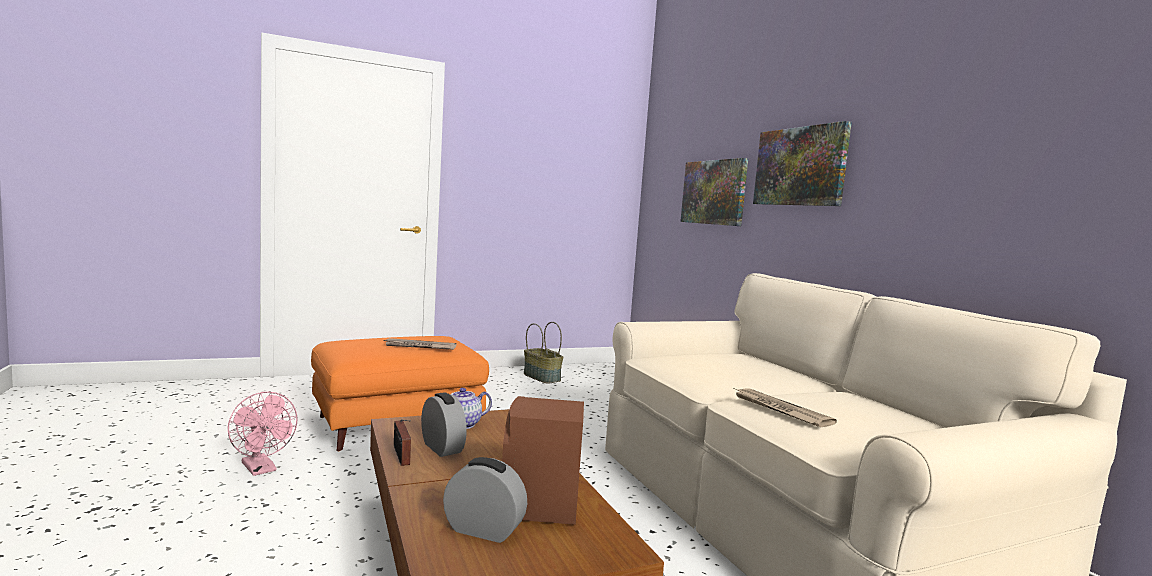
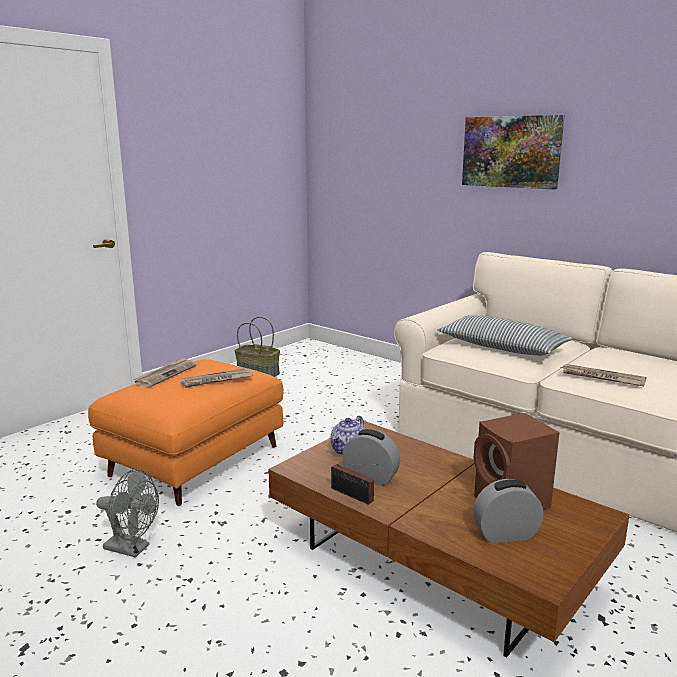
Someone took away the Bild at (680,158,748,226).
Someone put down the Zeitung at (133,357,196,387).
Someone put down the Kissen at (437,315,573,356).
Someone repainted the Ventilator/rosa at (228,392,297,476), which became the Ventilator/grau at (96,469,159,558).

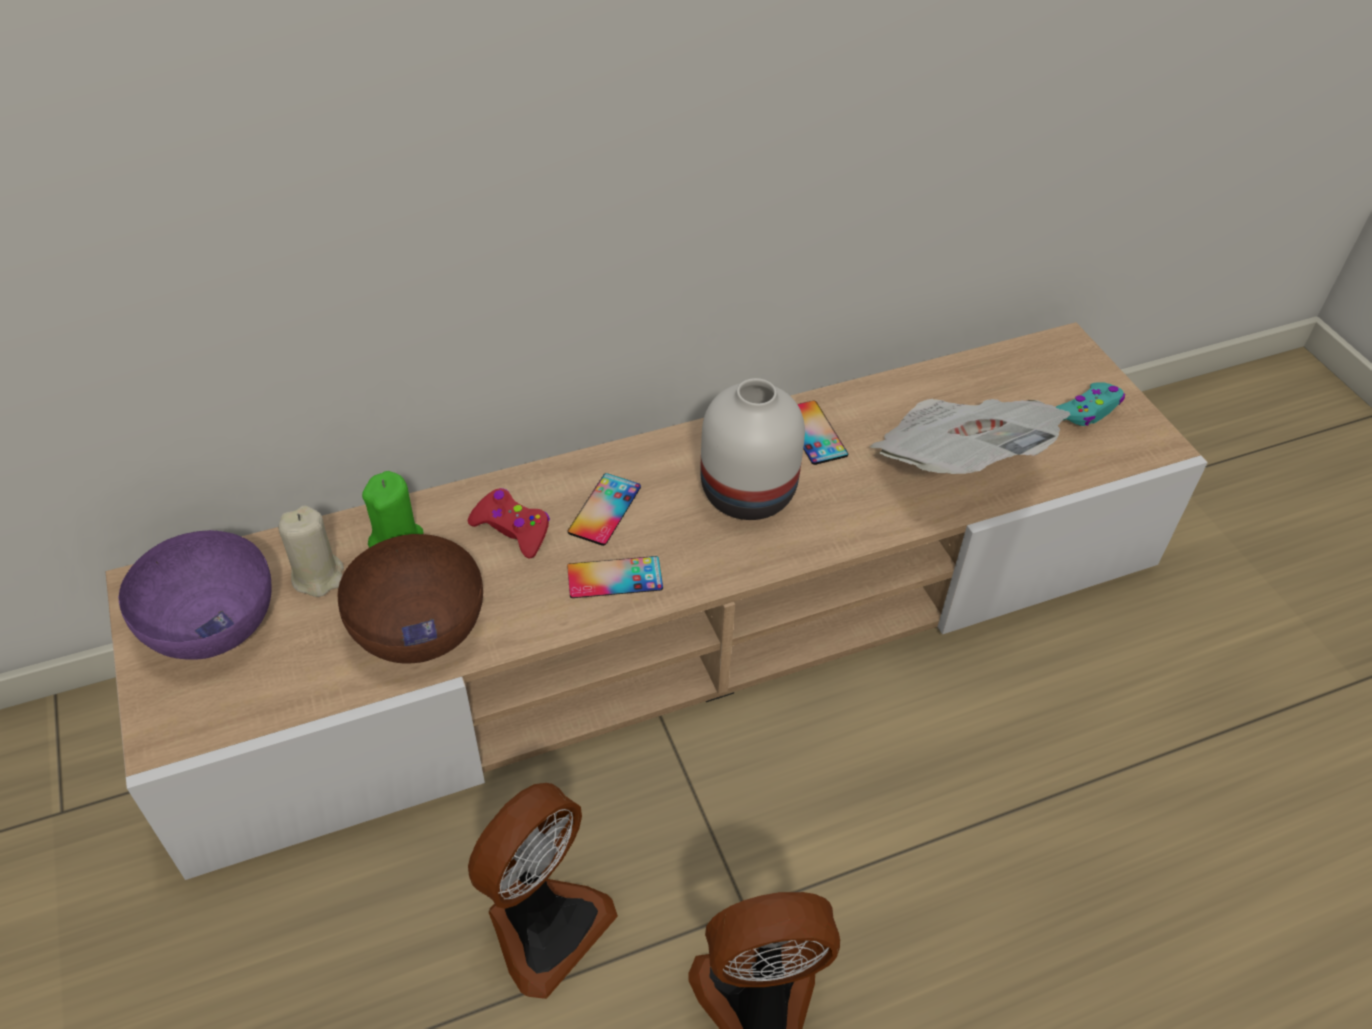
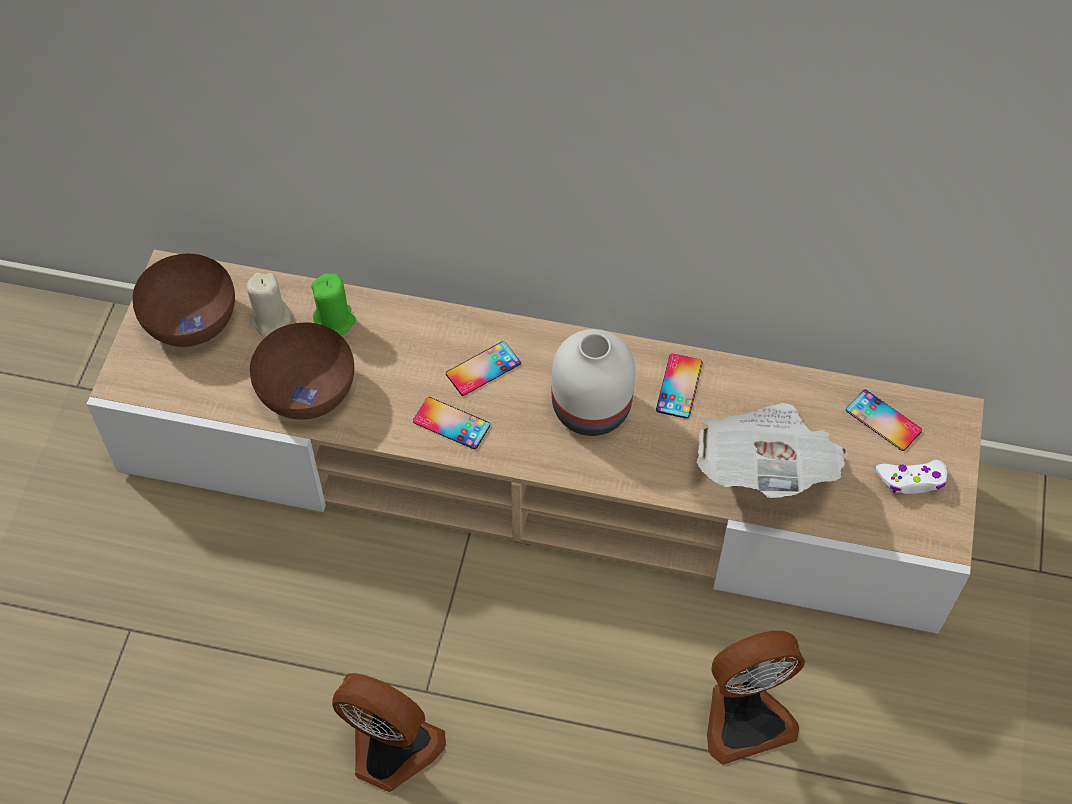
Someone took away the Gamepad/rot at (468,488,550,559).
Someone put down the Handy at (846,389,922,451).
Someone carried the Ventilator from (468,783,618,999) to (707,630,805,765).
Someone repainted the Schüssel/lila at (118,530,272,660), which became the Schüssel/braun at (132,254,235,347).
Someone repainted the Gamepad/türkis at (1056,382,1125,426), which became the Gamepad/weiß at (876,460,947,494).

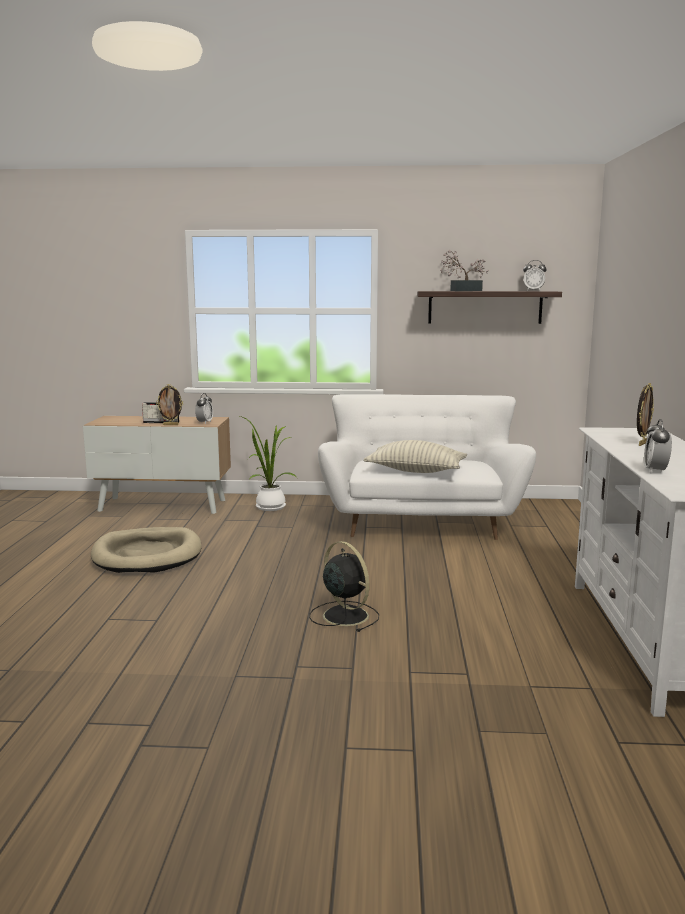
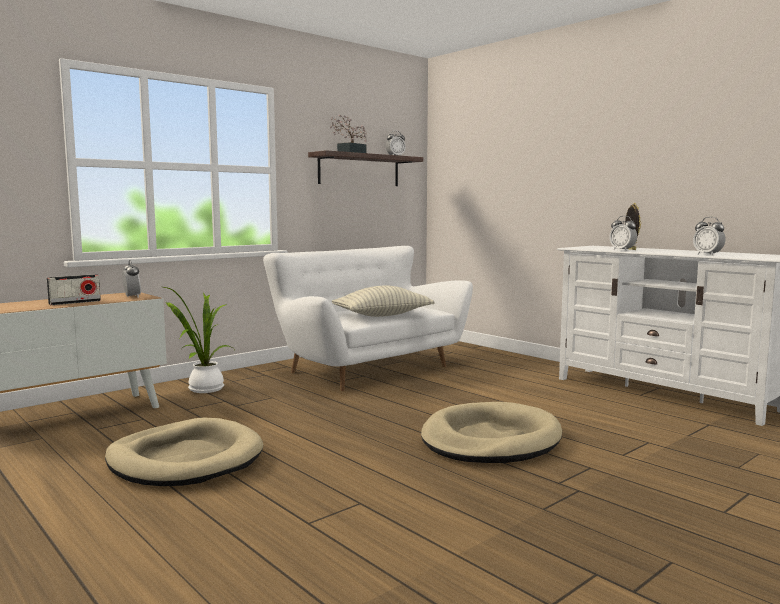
Someone took away the Bilderrahmen at (156,384,183,425).
Someone put down the Wecker at (610,216,637,251).
Someone swapped the Ventilator/schwarz at (309,541,379,632) for the Hundebett/beige at (421,402,562,463).

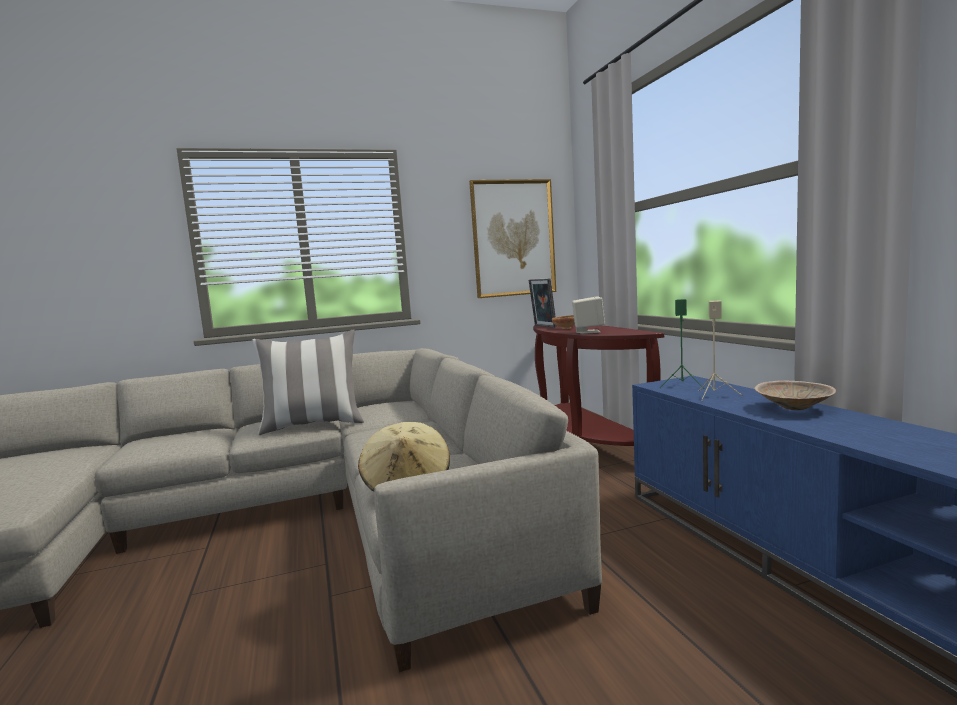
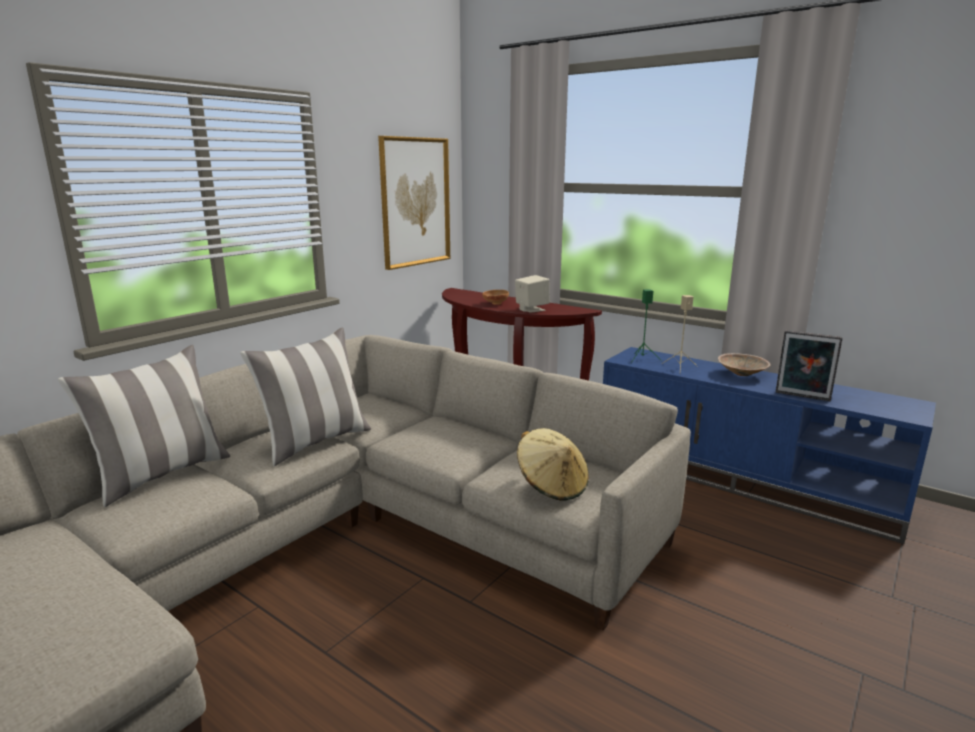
Someone put down the Kissen at (58,345,230,507).
Someone carried the Bilderrahmen from (529,278,557,327) to (775,330,843,401).

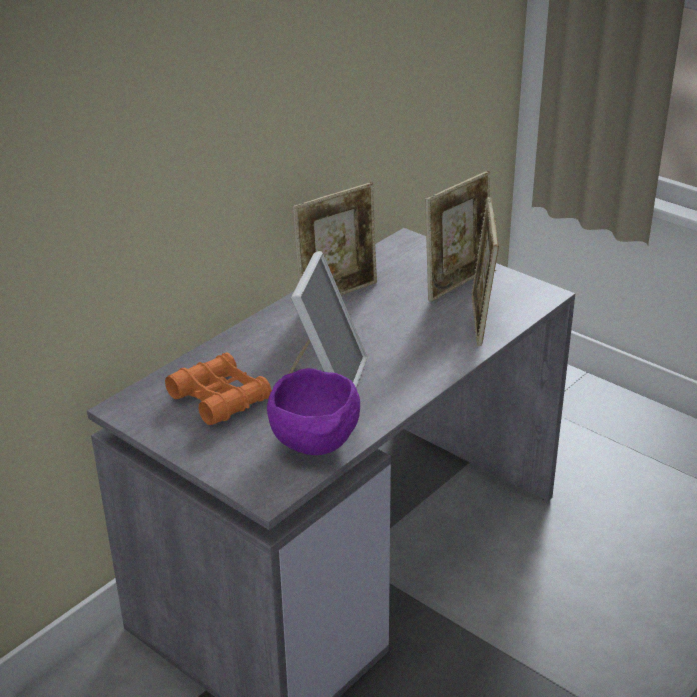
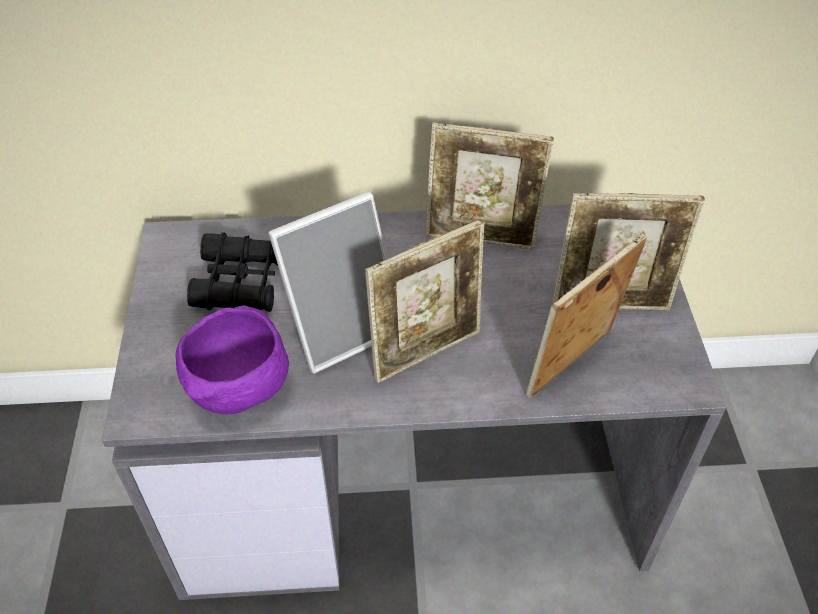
Someone put down the Bilderrahmen at (365,219,485,383).
Someone repainted the Fernglas/orange at (165,352,272,425), which became the Fernglas/schwarz at (187,232,278,312).

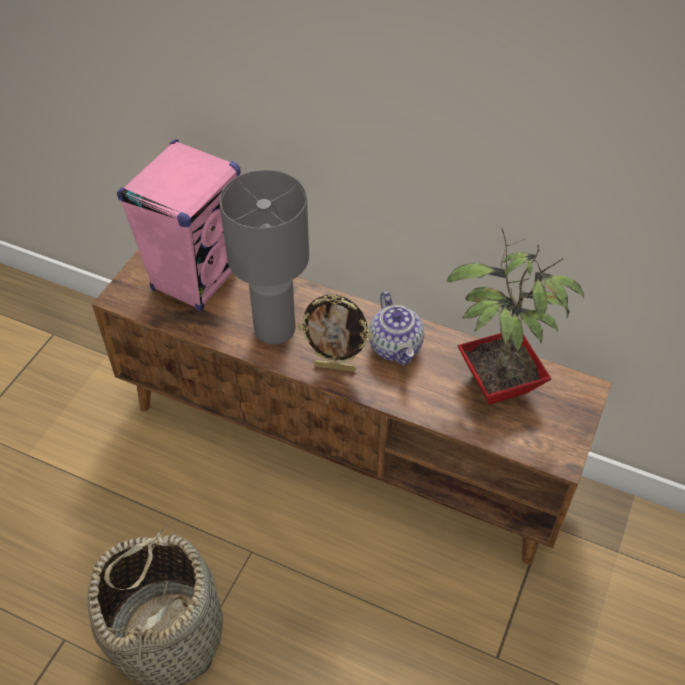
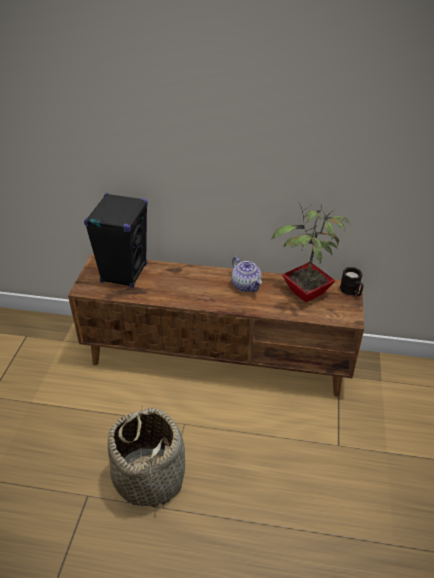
Someone took away the Tischlampe/grau at (219,170,309,345).
Someone took away the Bilderrahmen at (297,294,372,372).
Someone put down the Henkelbecher/schwarz at (340,267,363,296).
Someone repainted the Lautsprecher/rosa at (117,139,241,311), which became the Lautsprecher/schwarz at (84,193,148,288).

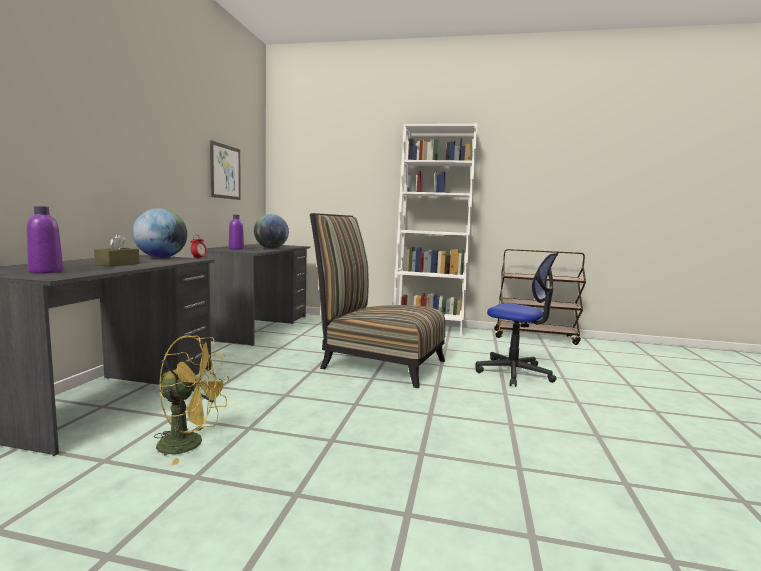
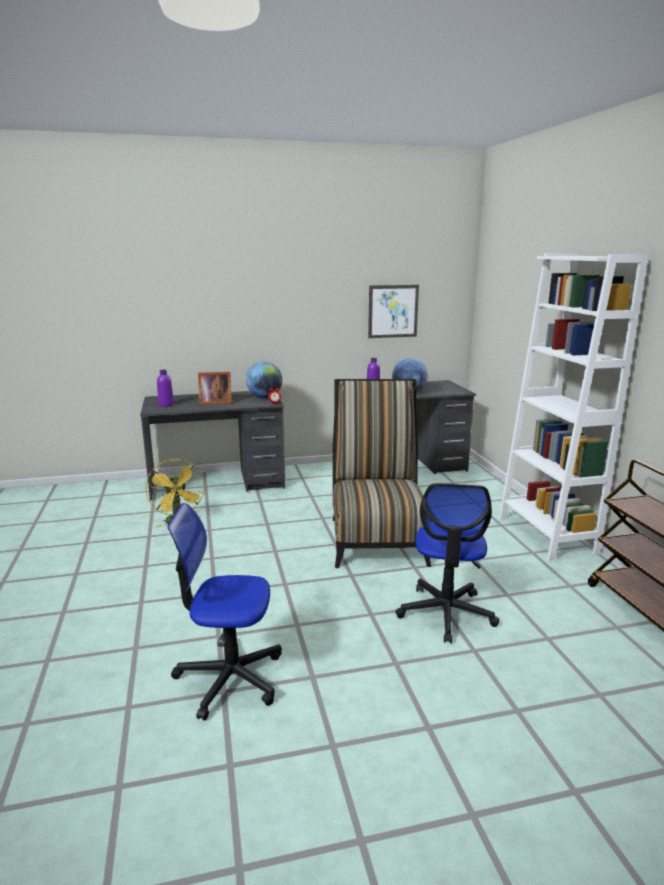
Someone put down the Bürostuhl at (167,503,282,721).
Someone swapped the Taschentuchbox/braun at (94,234,139,267) for the Bilderrahmen at (198,372,232,405).

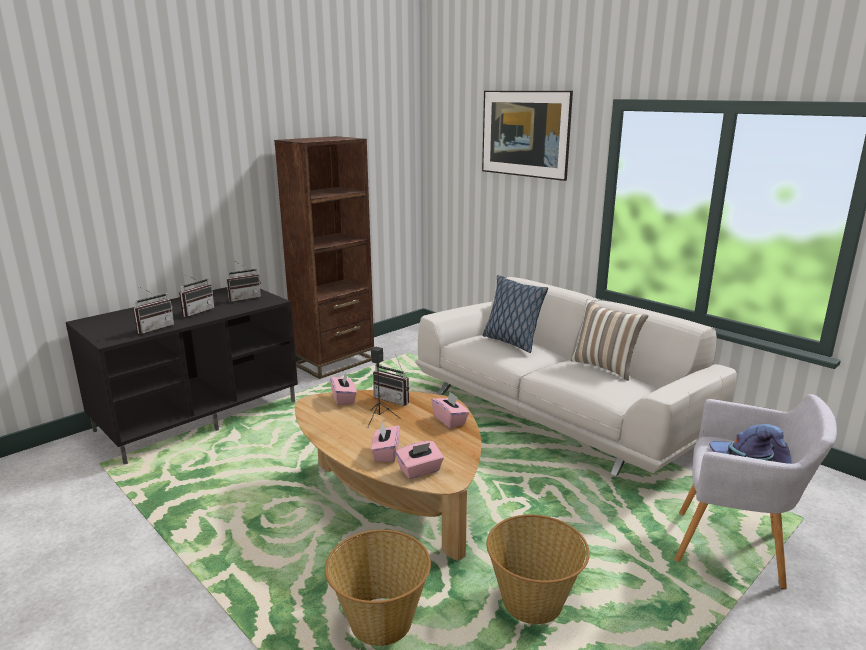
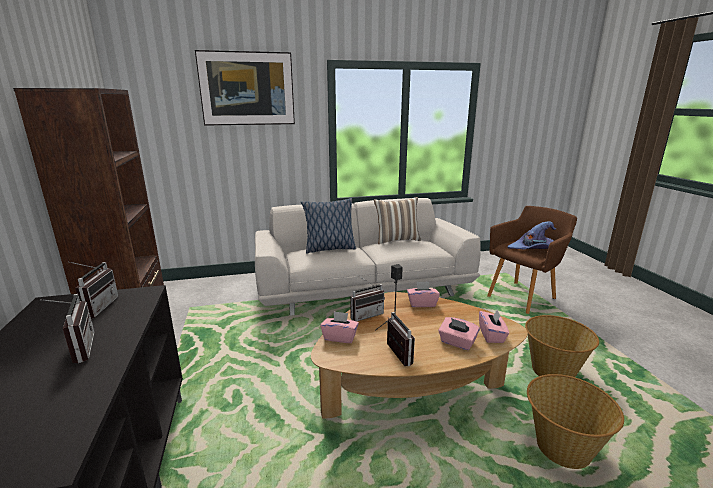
Someone carried the Radio from (133,287,174,334) to (387,312,415,366).
Someone repainted the Sessel/grau at (674,394,837,589), which became the Sessel/braun at (487,206,577,314).

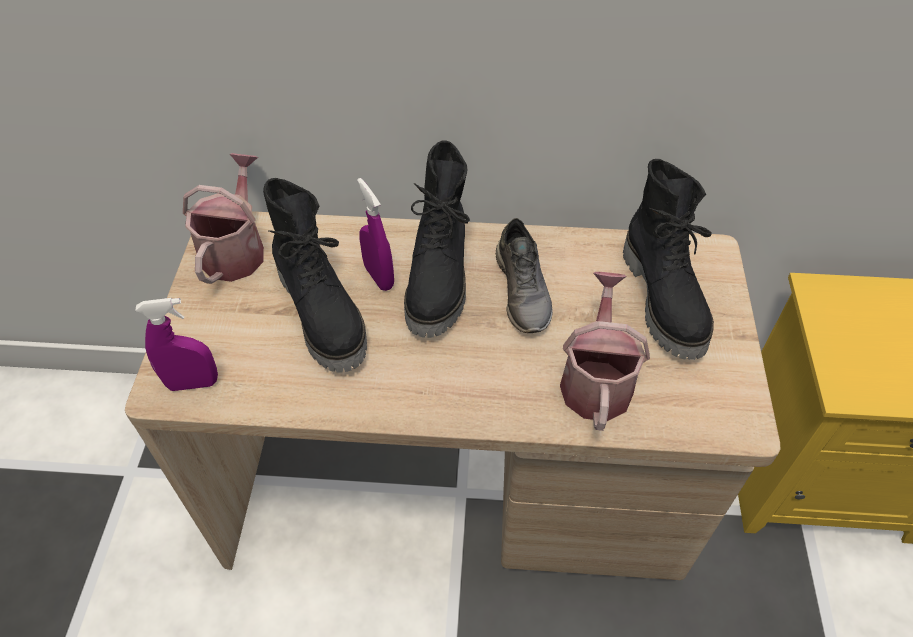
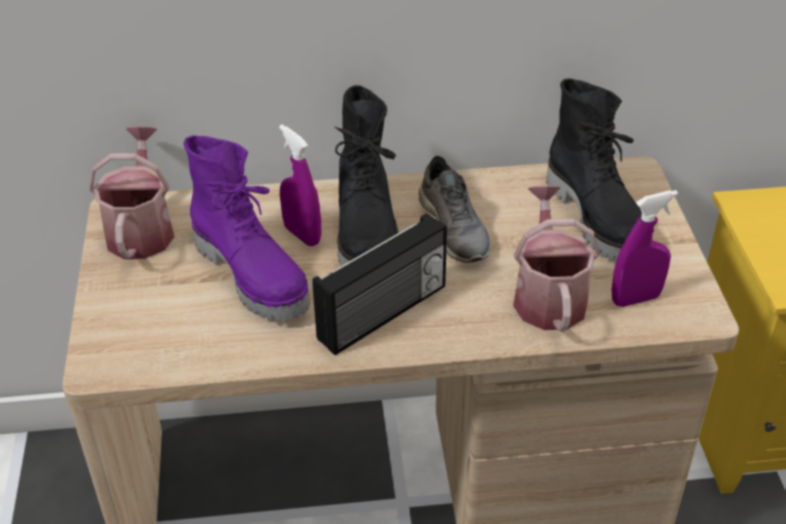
Someone put down the Radio at (312,213,447,355).
Someone carried the Sprühflasche/lila from (135,298,218,391) to (612,190,678,307).
Someone repainted the Stiefel/schwarz at (263,178,367,372), which became the Stiefel/lila at (183,135,310,321).

